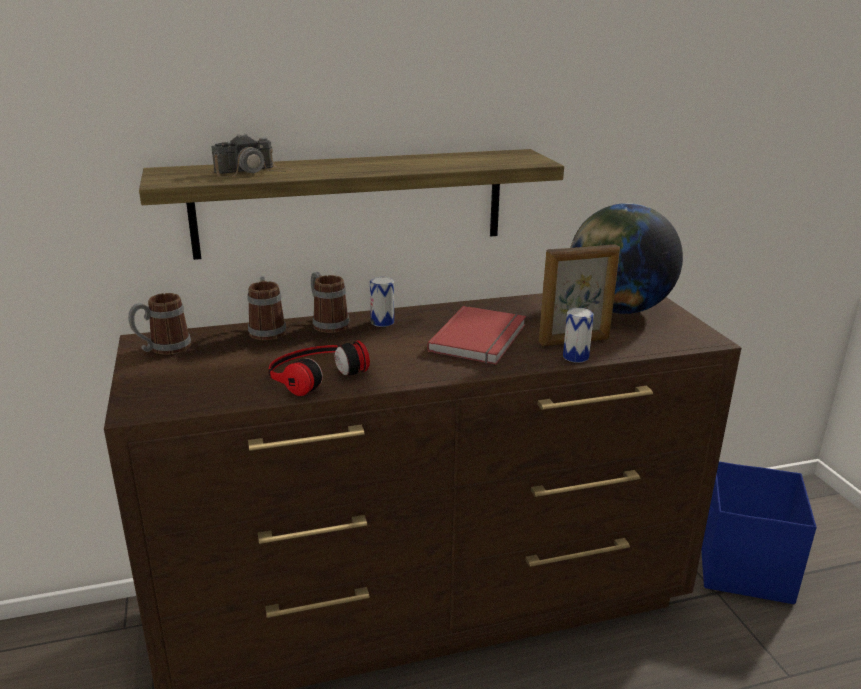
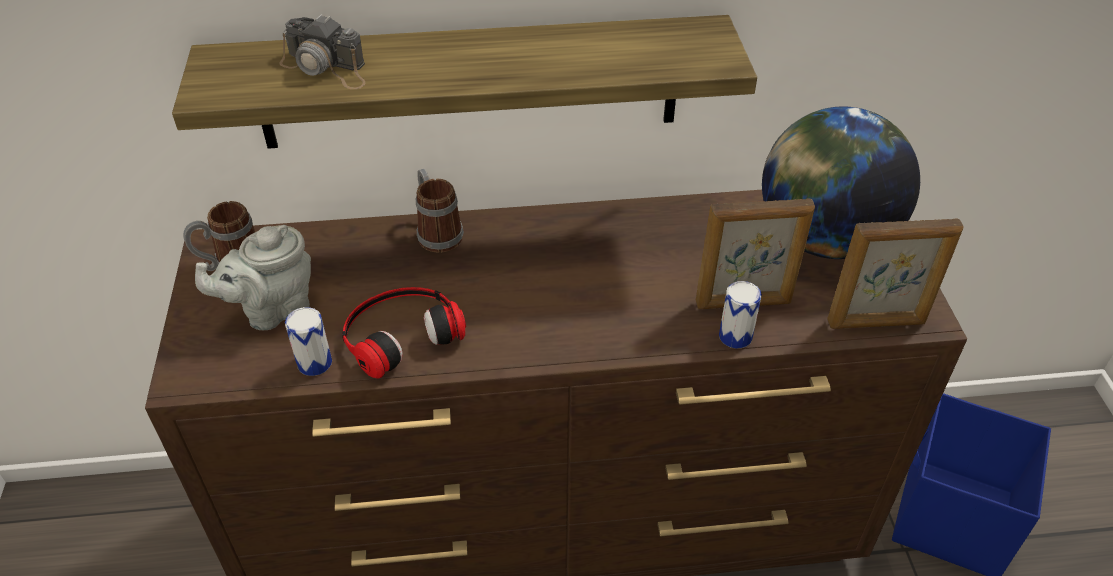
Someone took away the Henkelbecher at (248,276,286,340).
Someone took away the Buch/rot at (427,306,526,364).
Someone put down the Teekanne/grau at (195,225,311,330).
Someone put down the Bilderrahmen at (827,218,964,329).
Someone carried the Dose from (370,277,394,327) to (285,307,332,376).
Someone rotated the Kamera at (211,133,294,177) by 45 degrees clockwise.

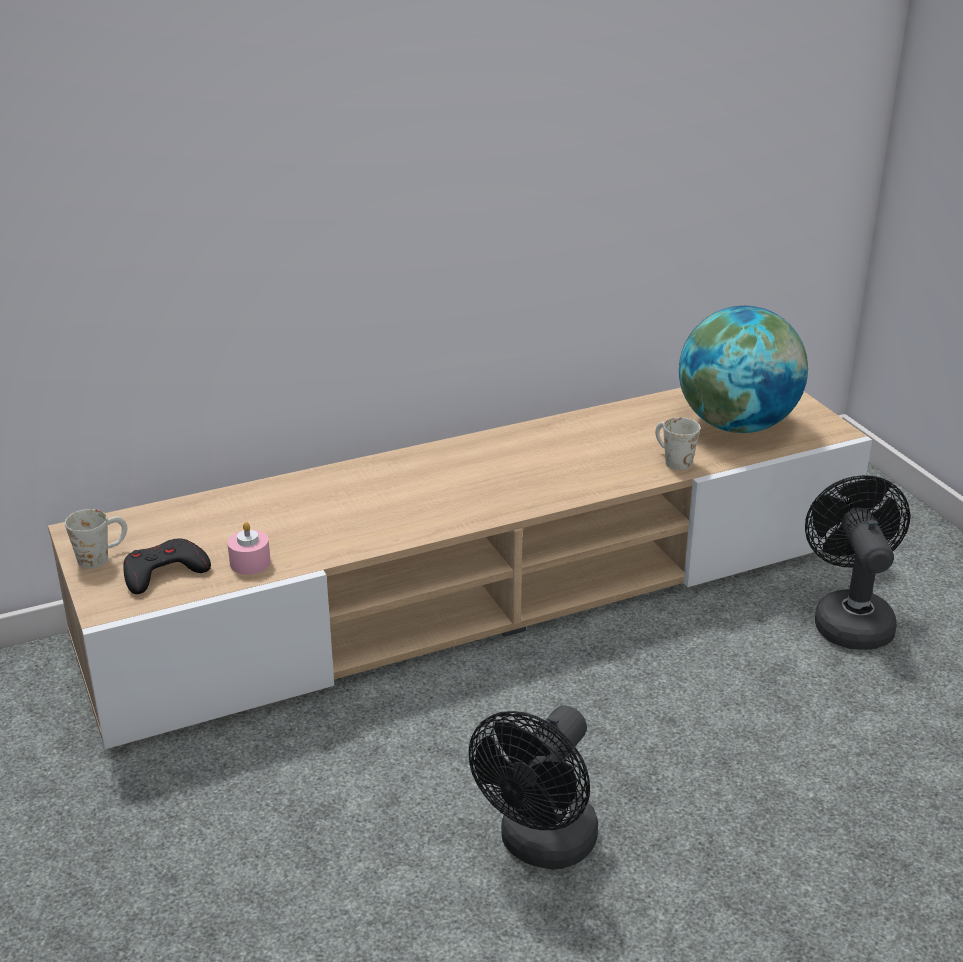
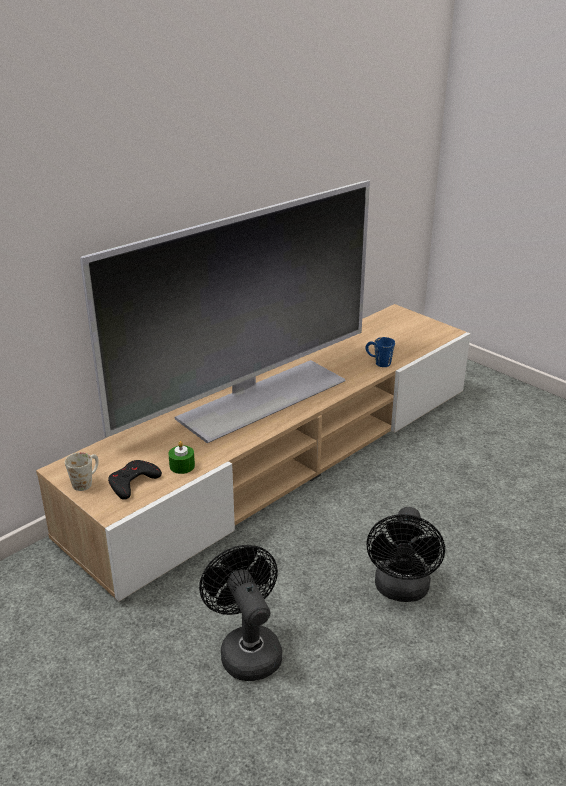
Someone took away the Globus at (679,306,808,433).
Someone put down the Fernseher at (80,180,370,443).
Someone carried the Ventilator/schwarz from (805,475,910,650) to (199,545,282,681).
Someone repainted the Kerze/rosa at (227,522,271,575), which became the Kerze/grün at (169,441,195,474).
Someone repainted the Henkelbecher/weiß at (655,417,700,470), which became the Henkelbecher/blau at (366,337,395,367).

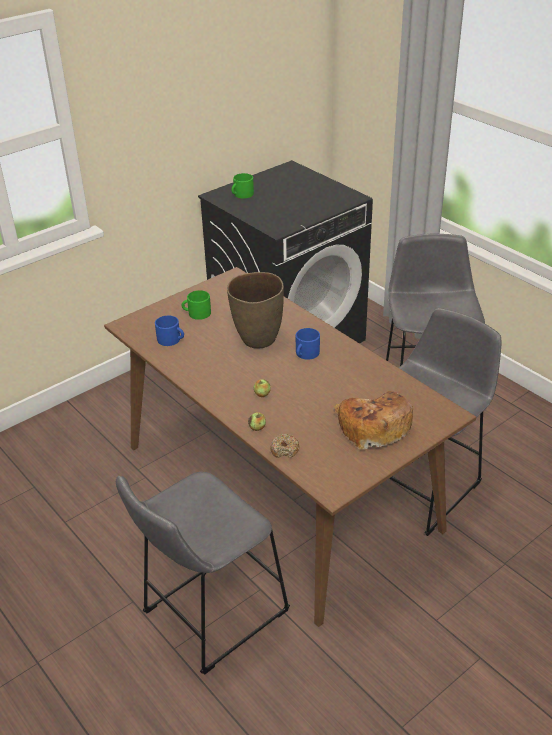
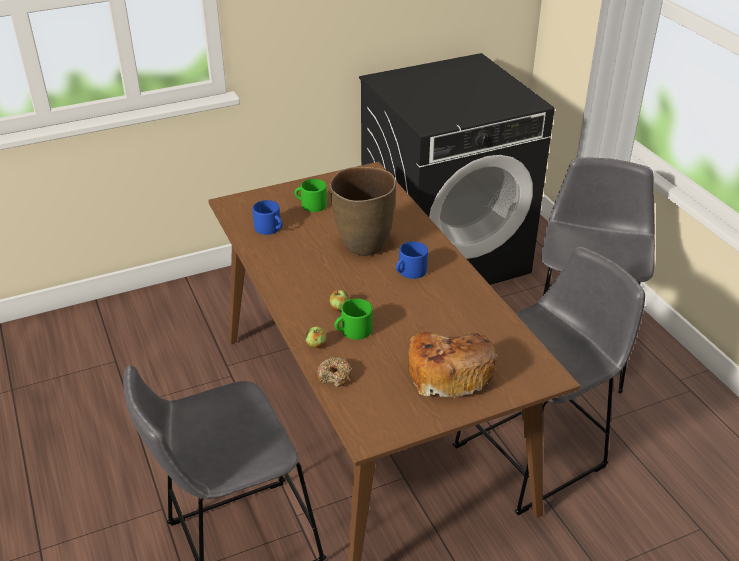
Someone carried the Henkelbecher/grün from (231,173,254,198) to (335,299,372,340).

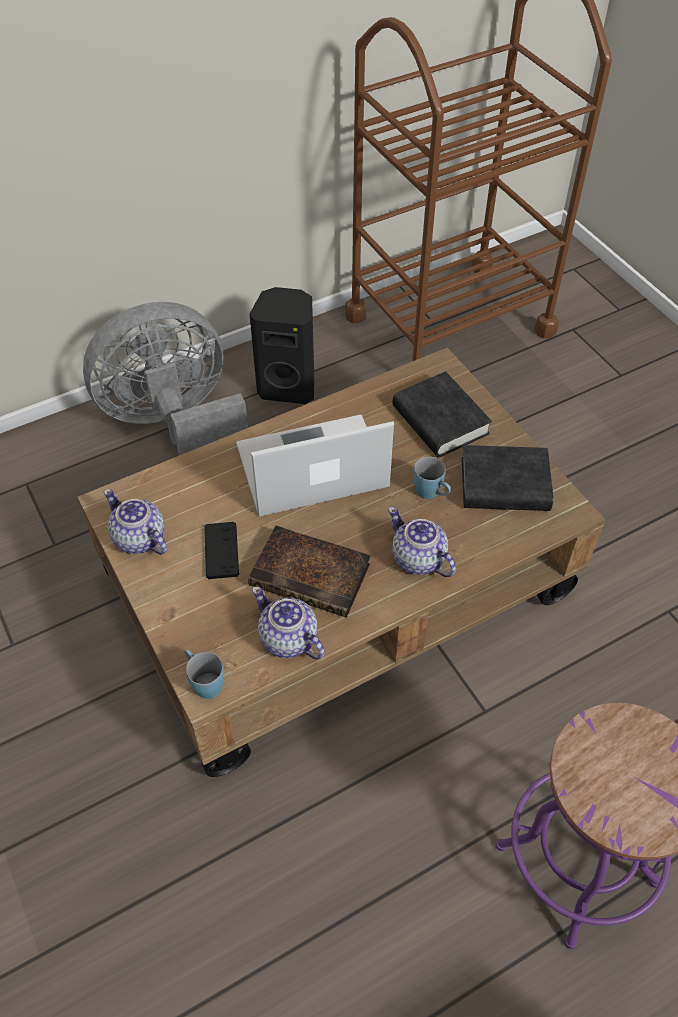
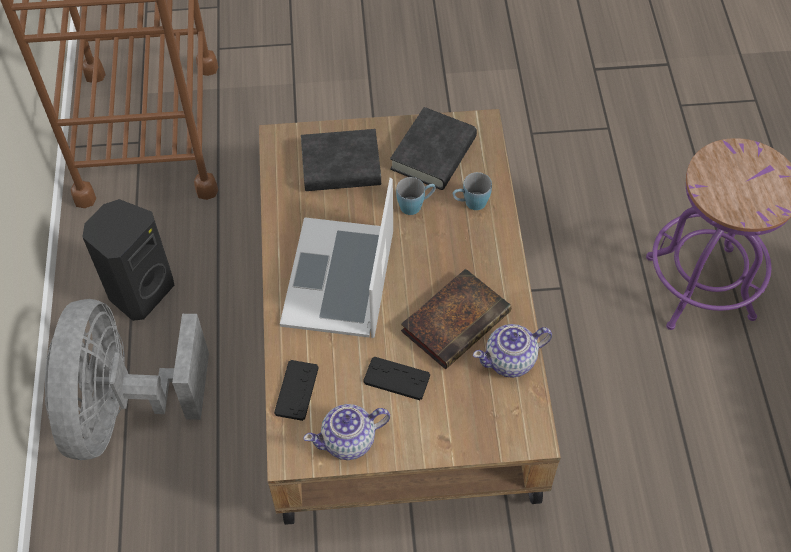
Someone took away the Teekanne at (388,507,456,577).
Someone put down the Gamepad/schwarz at (274,360,318,421).
Someone carried the Henkelbecher/blau from (184,649,224,699) to (453,172,492,210).

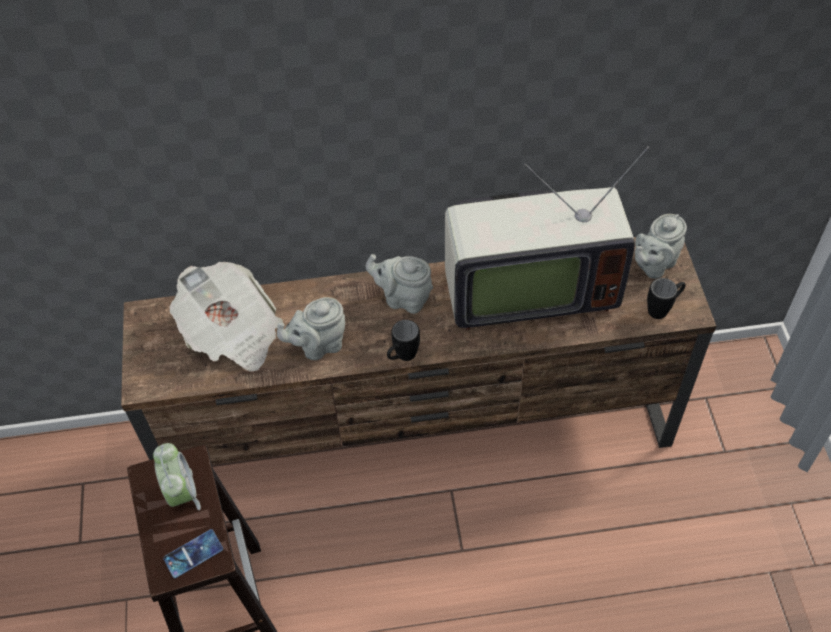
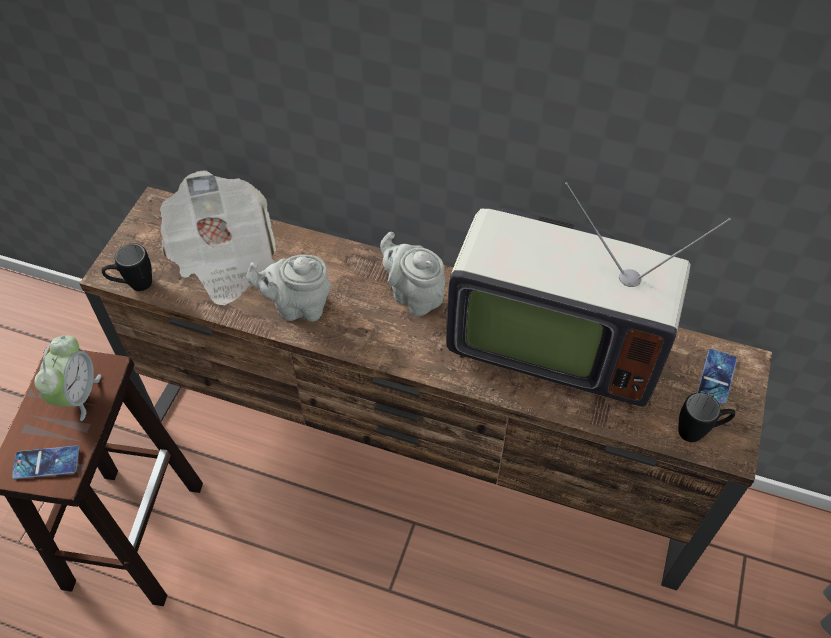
Someone carried the Henkelbecher/schwarz from (387,320,420,361) to (102,243,152,291).
Someone swapped the Teekanne/grau at (635,214,687,279) for the Handy at (697,349,737,405).

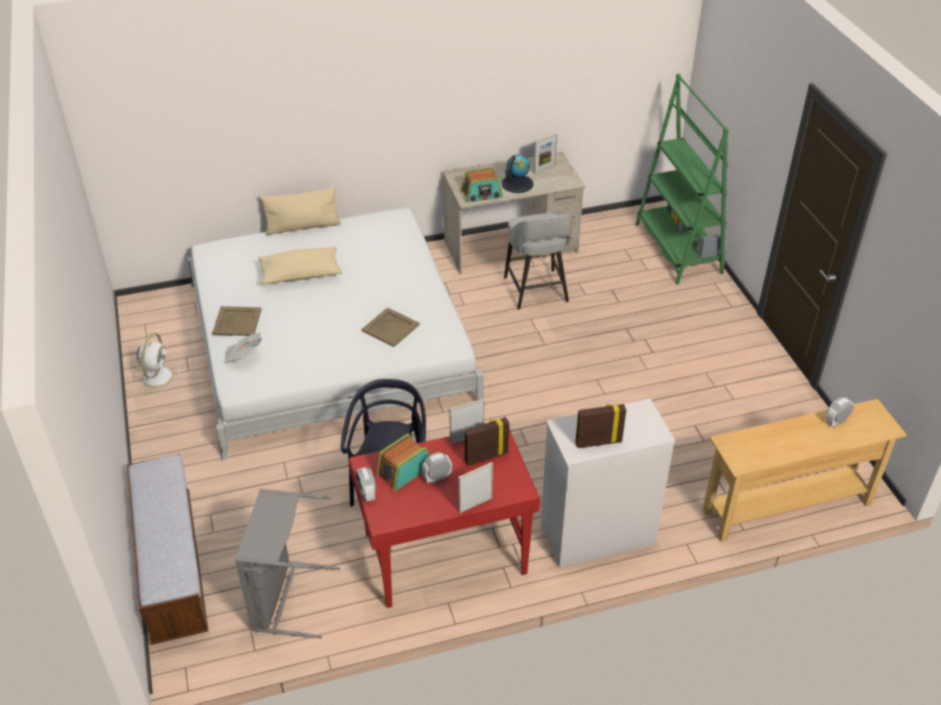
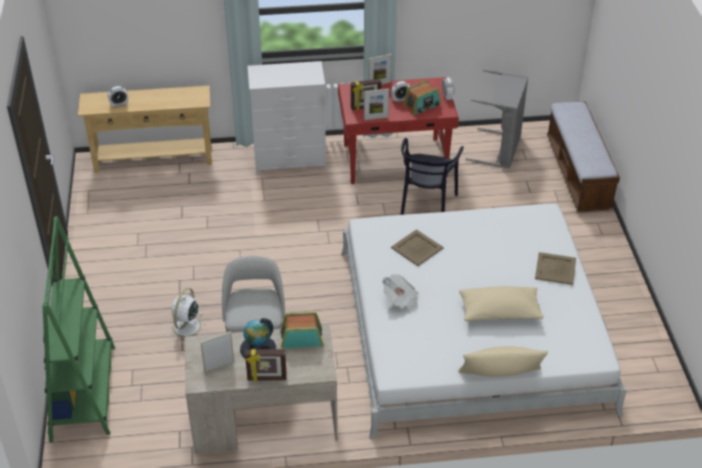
Someone carried the Ventilator/weiß from (136,333,180,392) to (166,288,206,343).
Someone carried the Zeitung from (224,333,262,363) to (382,274,418,310).
Someone carried the Bilderrahmen from (575,404,626,448) to (245,349,287,381).

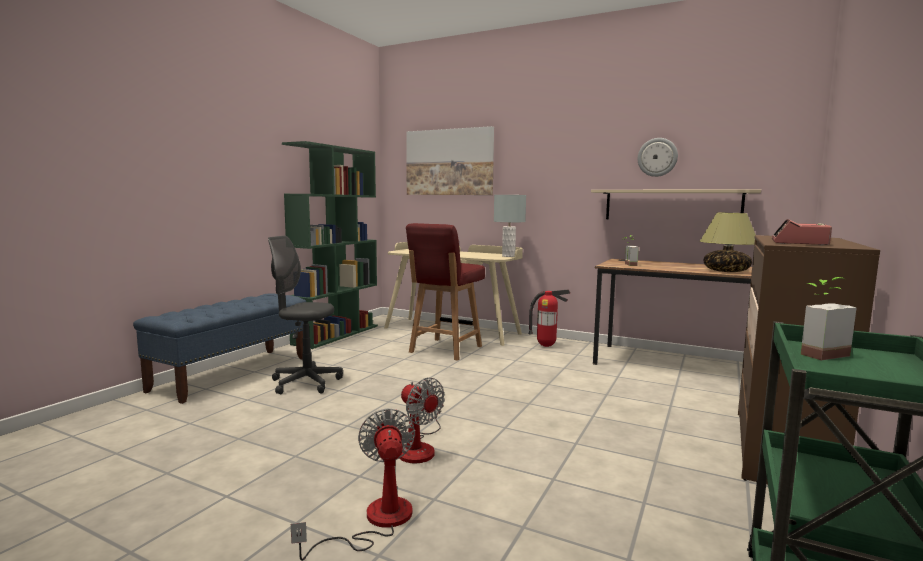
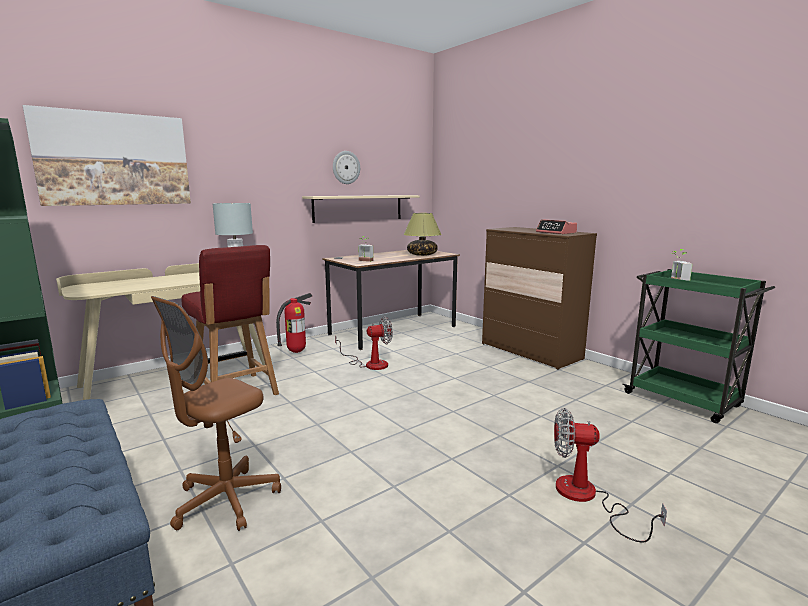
Someone carried the Ventilator from (399,378,445,463) to (335,317,393,370).
Someone repainted the Bürostuhl/grau at (268,236,343,394), which became the Bürostuhl/braun at (151,296,281,531).

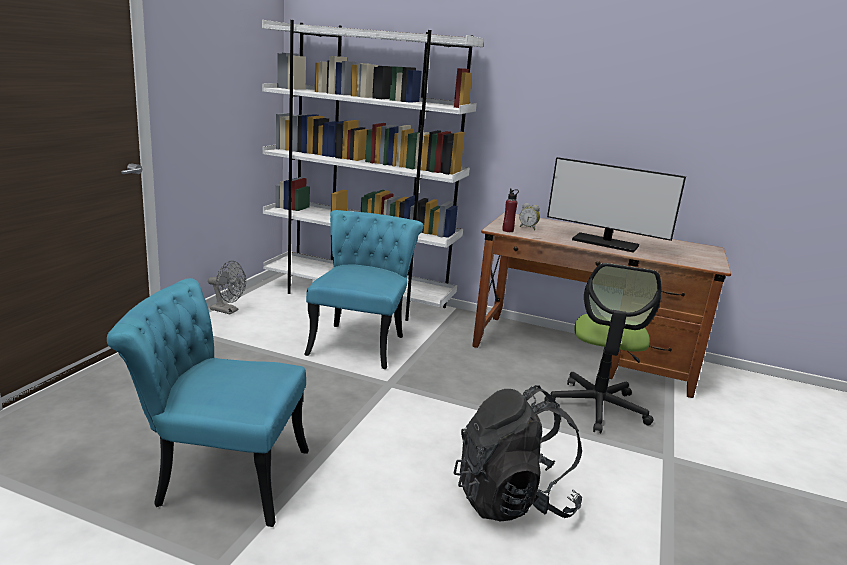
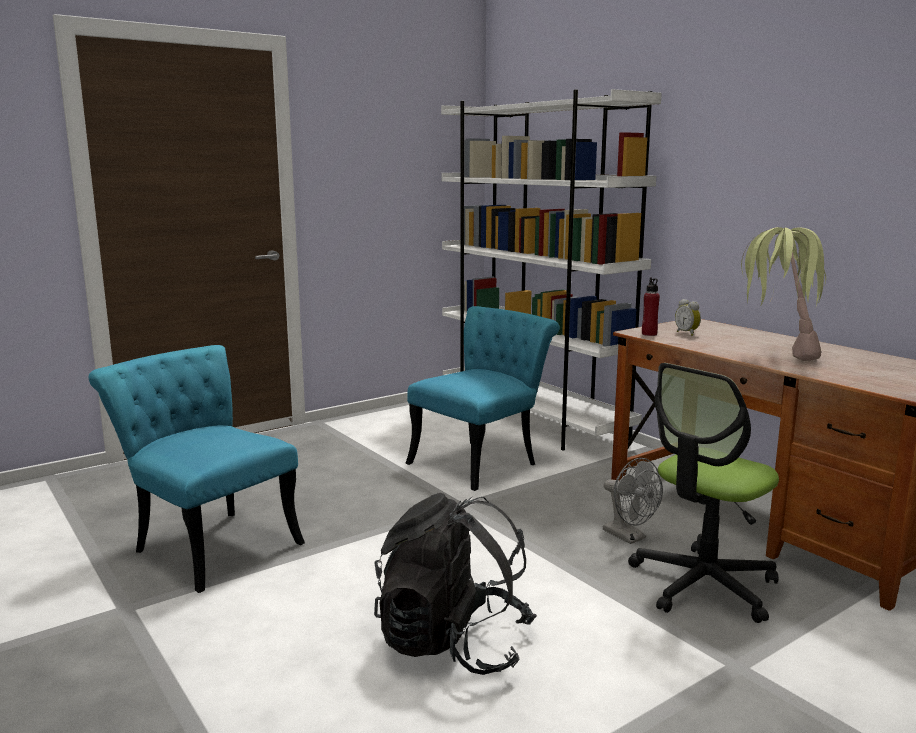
Someone carried the Ventilator/grau from (208,260,246,314) to (603,458,663,544).
Someone swapped the Monitor at (547,157,686,253) for the Topfpflanze at (741,227,826,361).

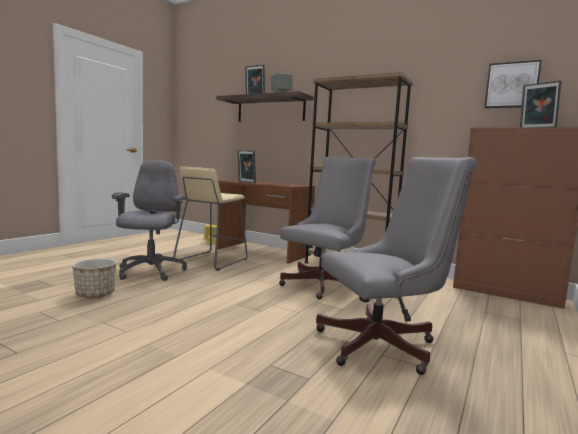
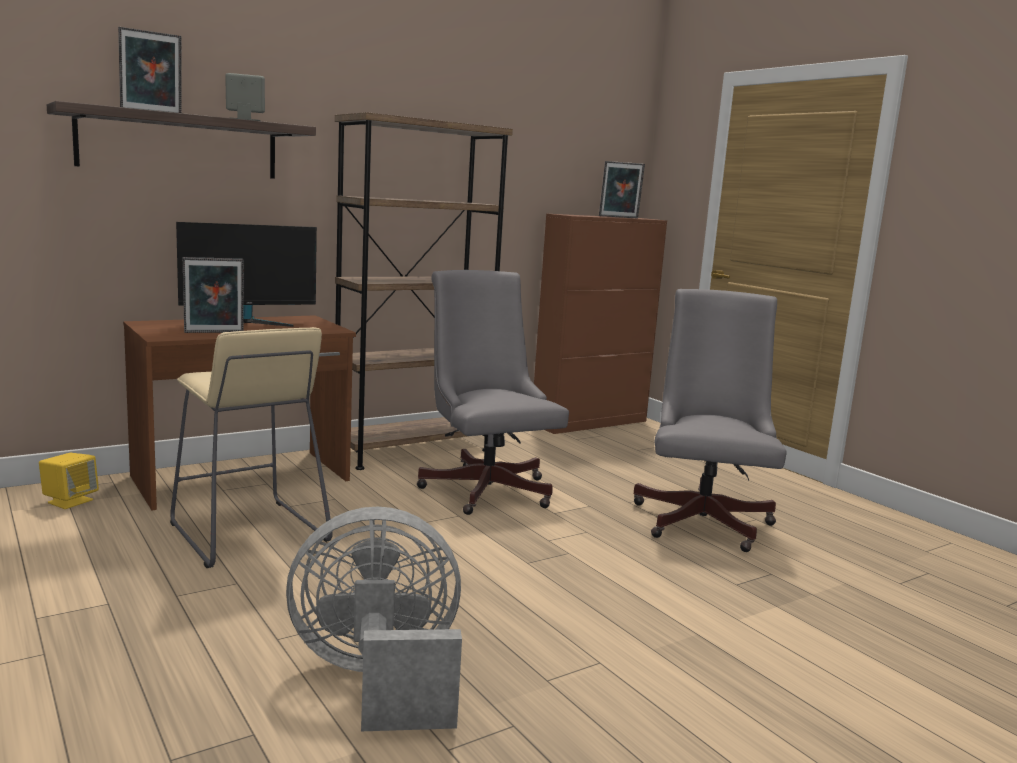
Someone took away the Bürostuhl/grau at (112,160,187,281).
Someone took away the Bild at (484,60,542,108).
Someone put down the Monitor at (176,222,317,327).
Someone swapped the Pflanzkübel at (72,258,116,299) for the Ventilator/grau at (286,506,462,731).

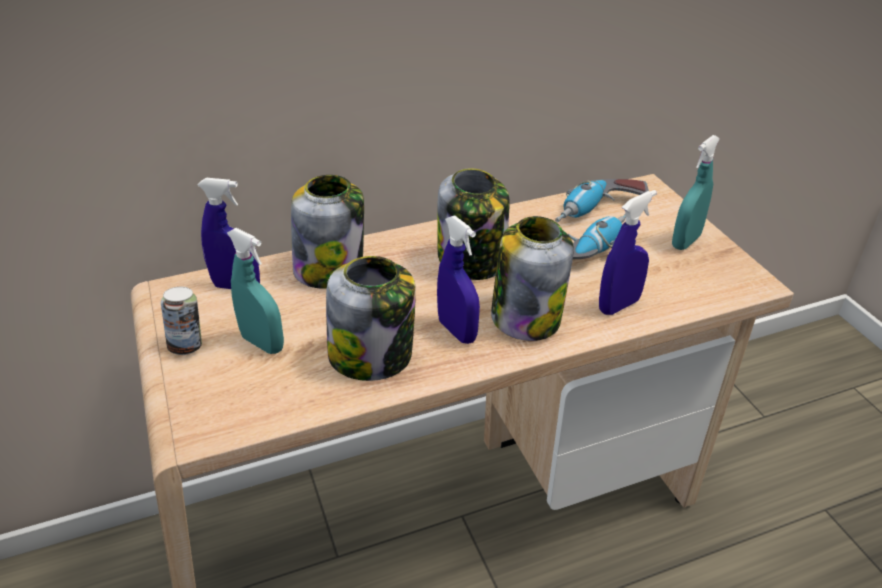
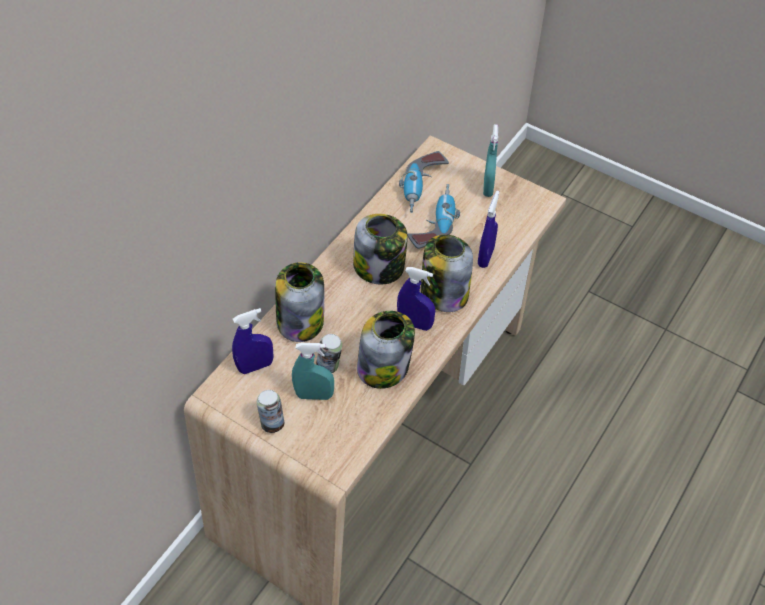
Someone put down the Dose at (316,334,342,373).

